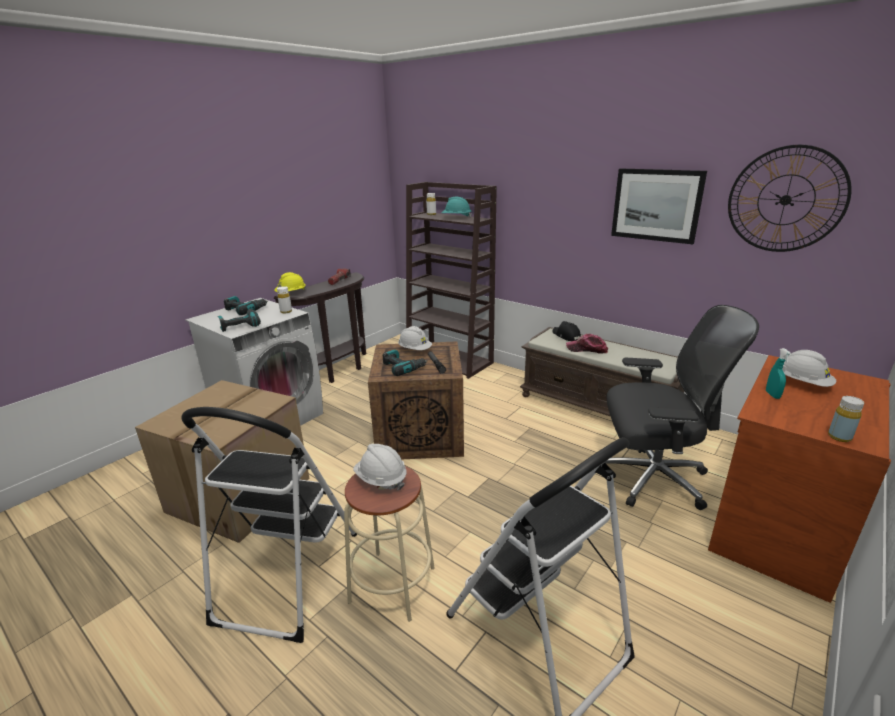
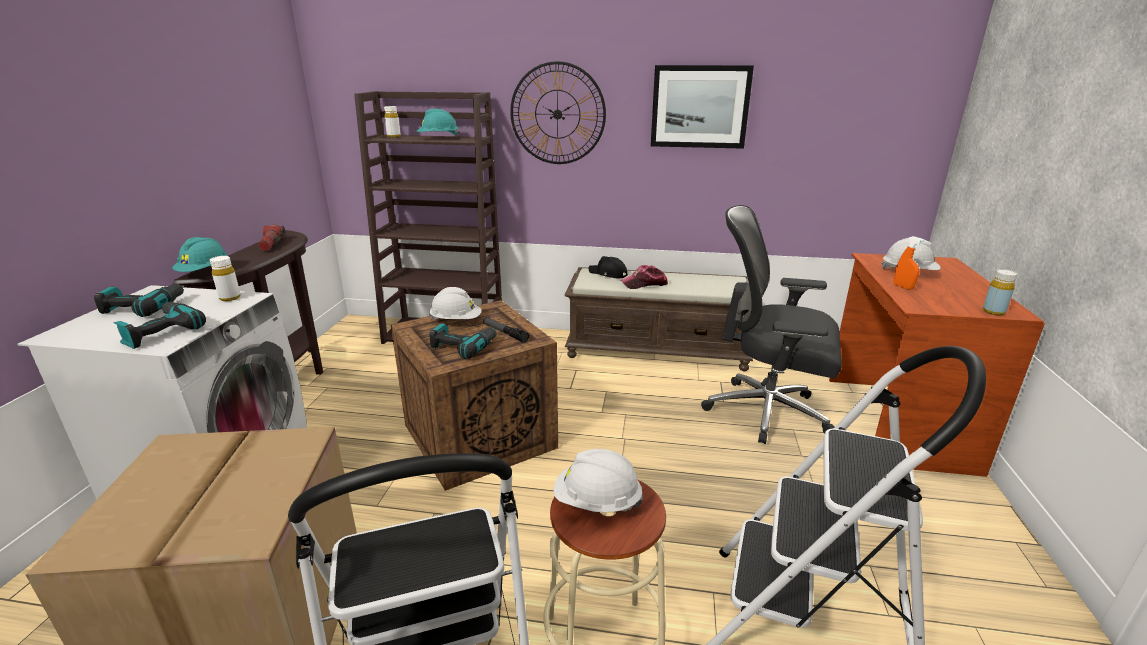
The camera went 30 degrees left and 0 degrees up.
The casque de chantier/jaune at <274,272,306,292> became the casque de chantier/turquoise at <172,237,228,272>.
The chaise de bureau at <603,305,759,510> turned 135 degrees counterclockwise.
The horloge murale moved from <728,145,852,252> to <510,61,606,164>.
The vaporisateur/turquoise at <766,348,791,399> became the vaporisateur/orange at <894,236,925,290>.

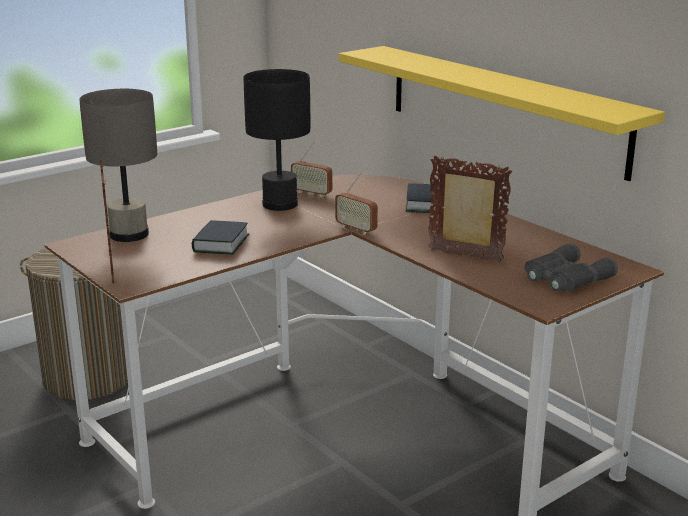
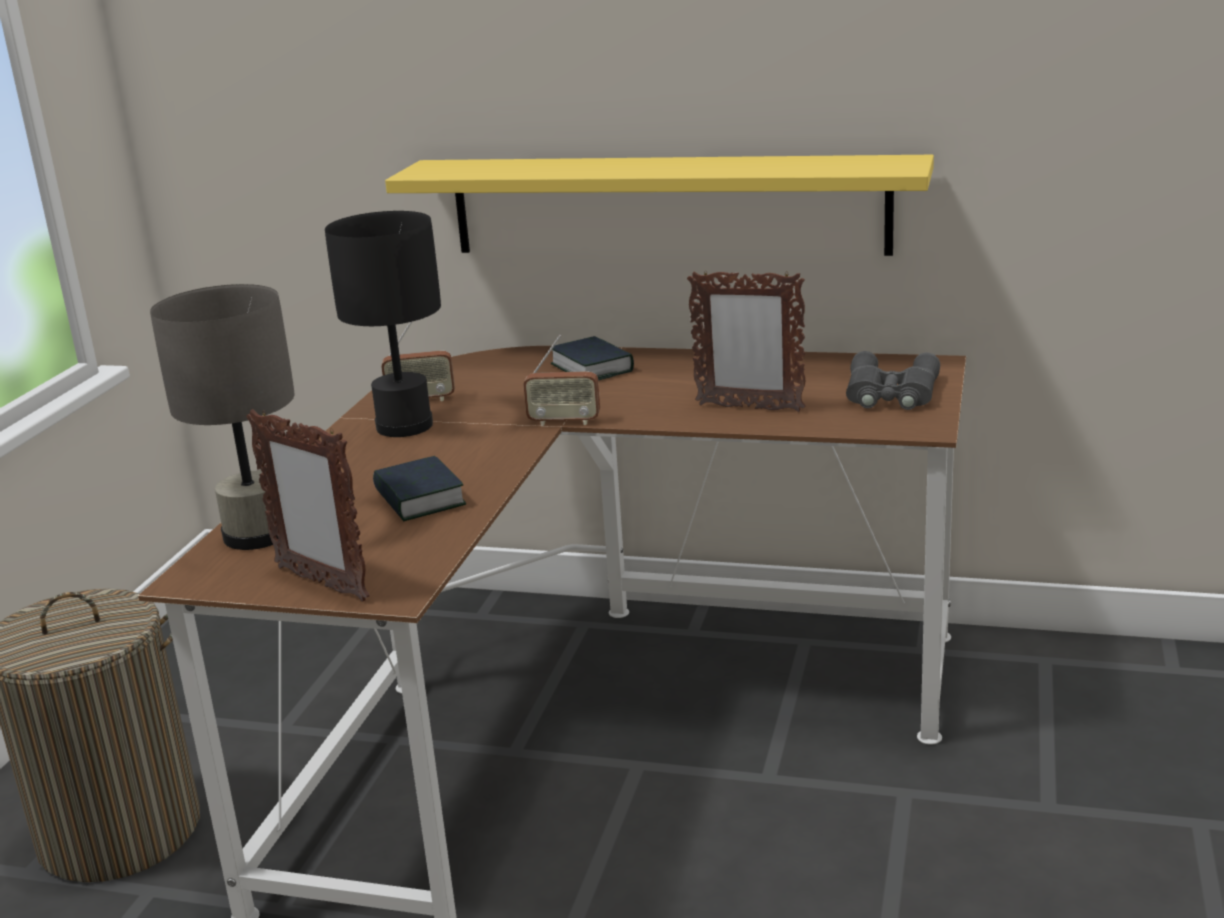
The camera went 35 degrees left and 0 degrees up.
The cadre photo at <428,155,512,262> turned 150 degrees counterclockwise.

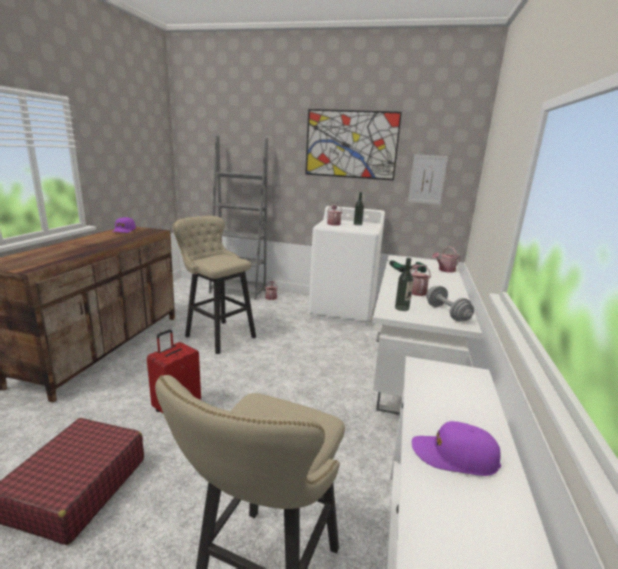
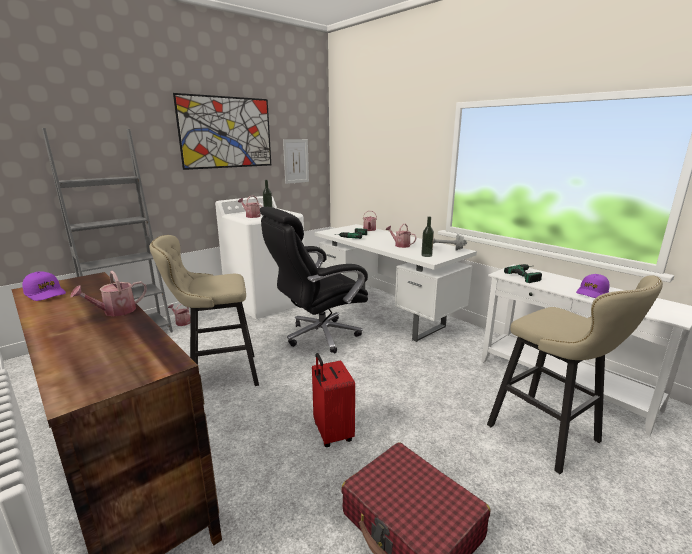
The camera went 55 degrees left and 0 degrees up.
The arrosoir at <70,271,147,317> appeared.
The chaise de bureau/noir at <260,207,368,353> appeared.
The perceuse at <504,264,542,283> appeared.

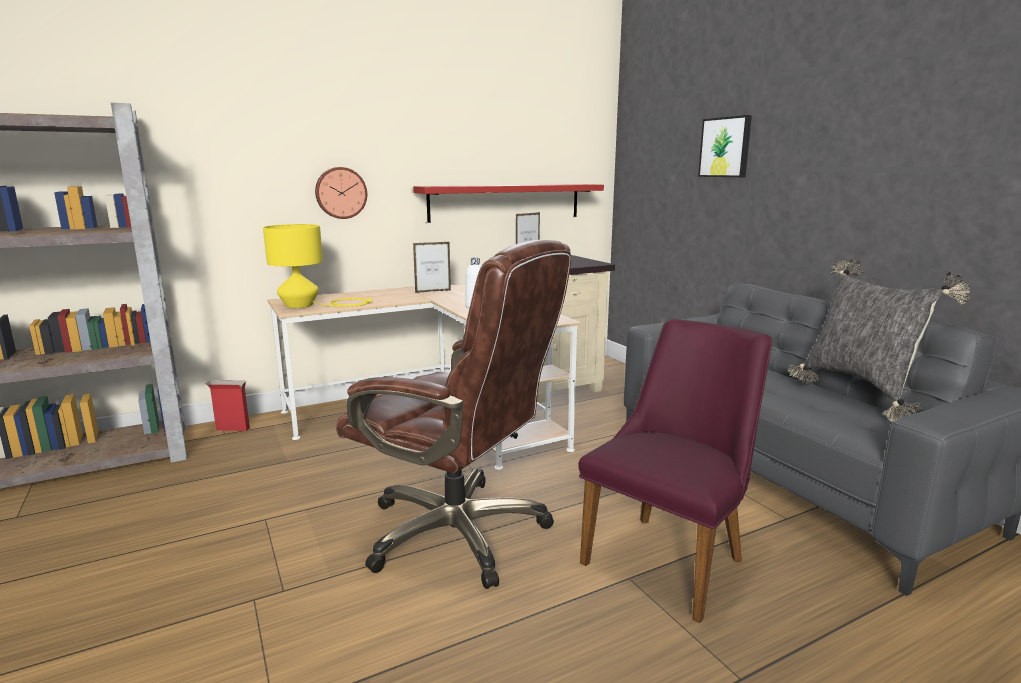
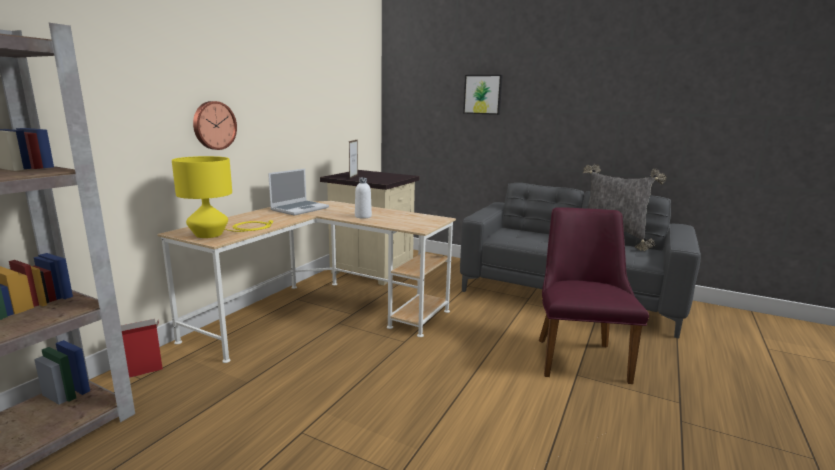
The camera went 35 degrees left and 0 degrees up.
The chaise de bureau/marron at <336,240,571,589> disappeared.
The étagère/rouge at <413,184,604,223> disappeared.
The cadre photo at <413,242,451,293> was replaced by the ordinateur portable at <268,169,329,216>.

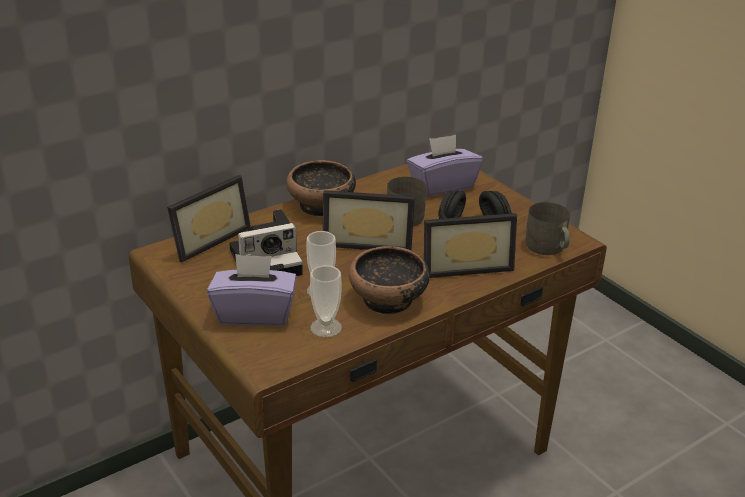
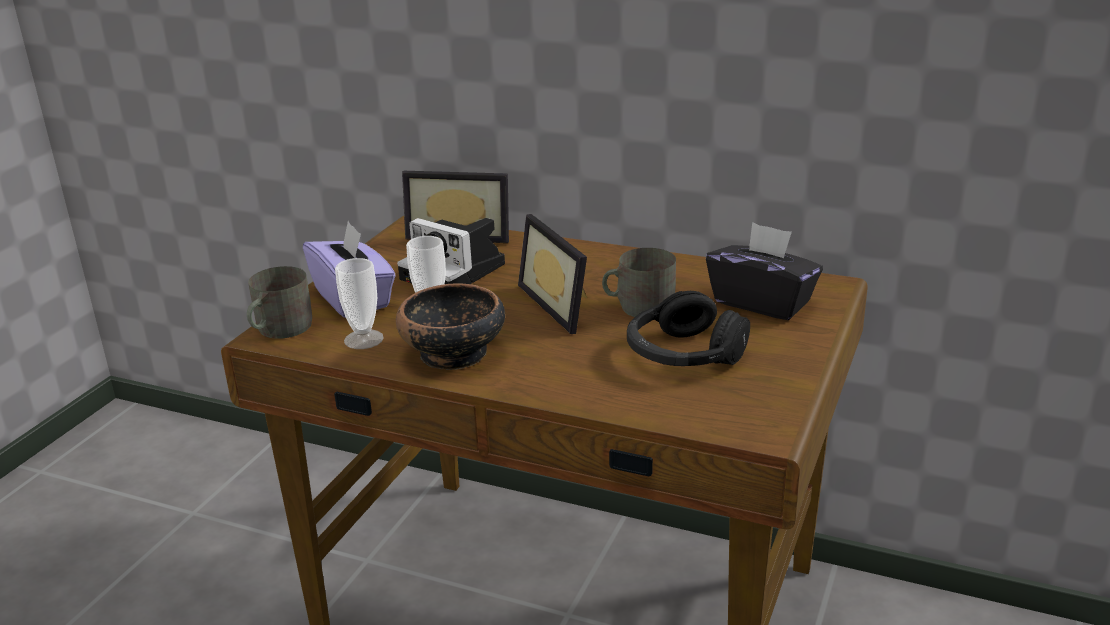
The camera went 60 degrees right and 5 degrees down.
The bol at <286,160,356,217> disappeared.
The boîte à mouchoirs/violet at <407,135,483,197> became the boîte à mouchoirs/noir at <706,222,823,320>.
The cadre photo at <424,213,517,278> disappeared.
The mug/gris moved from <526,202,570,255> to <247,266,312,339>.

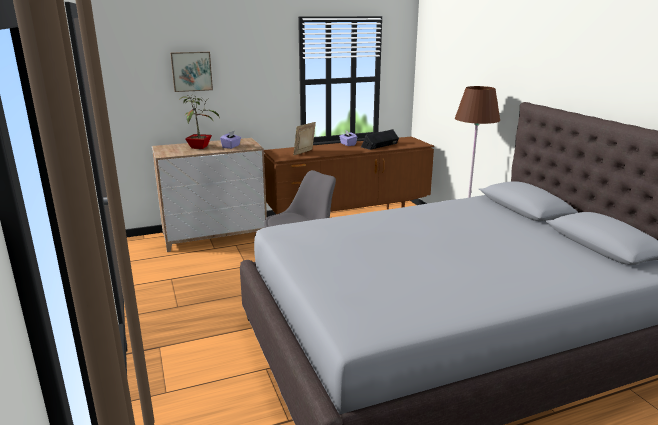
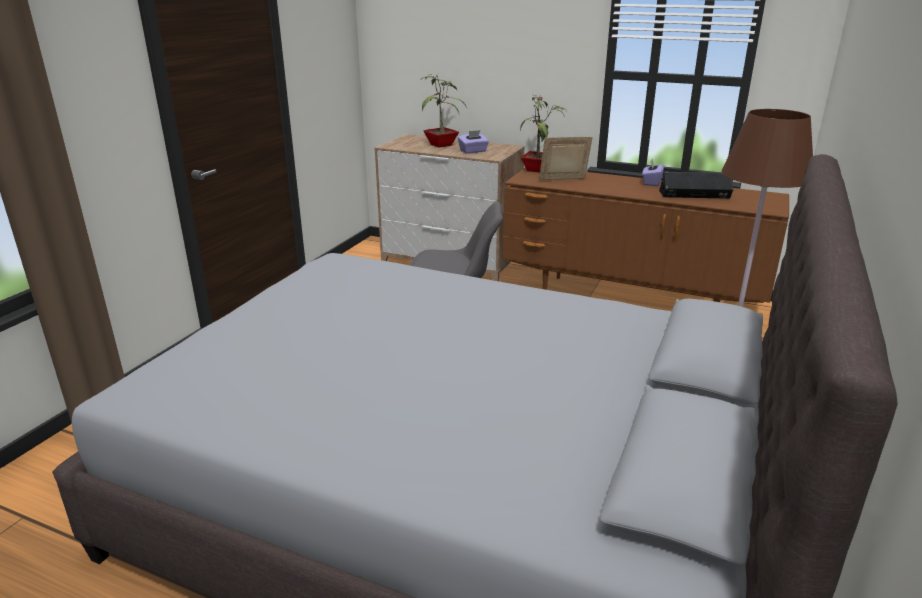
The camera went 45 degrees right and 5 degrees up.
The tableau at <170,52,213,92> disappeared.
The plante en pot at <520,95,566,172> appeared.

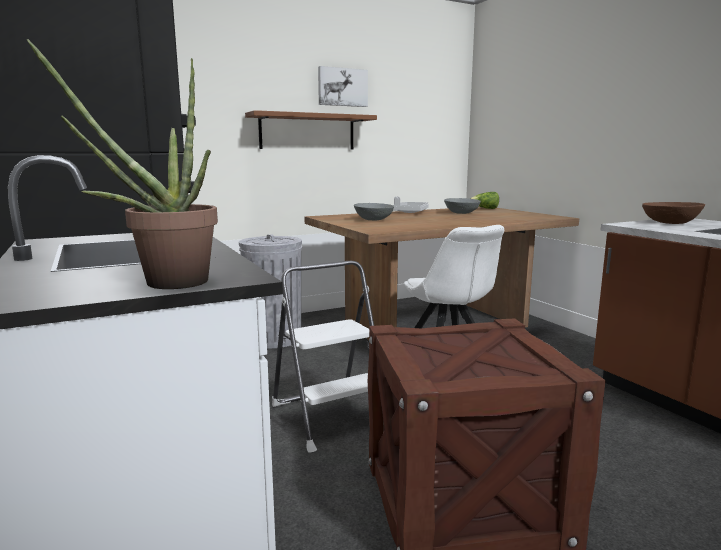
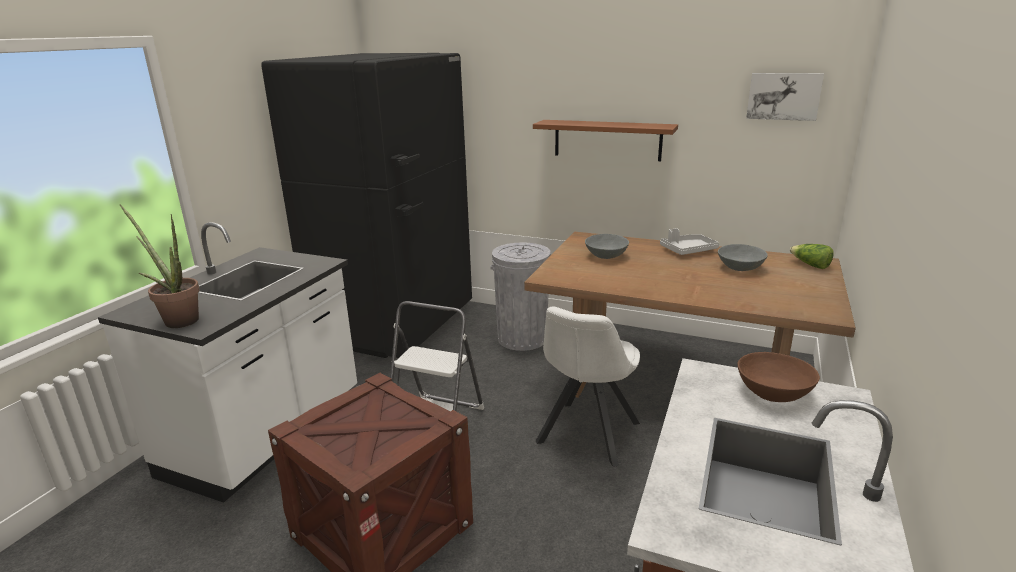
The camera went 50 degrees right and 10 degrees up.
The tableau moved from <318,66,368,107> to <746,73,824,121>.

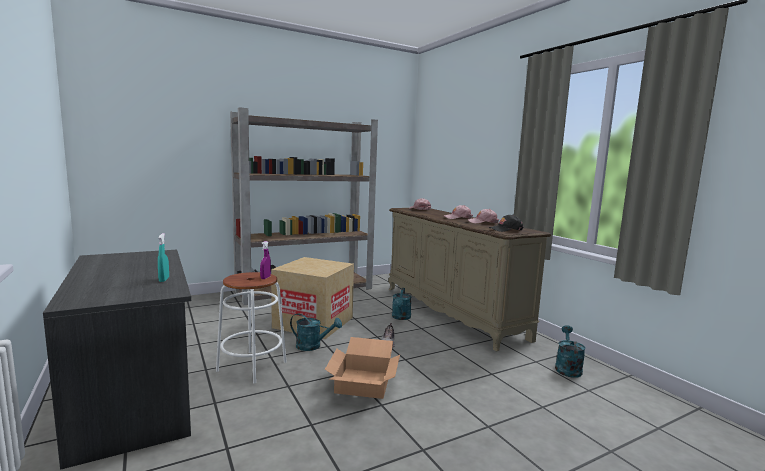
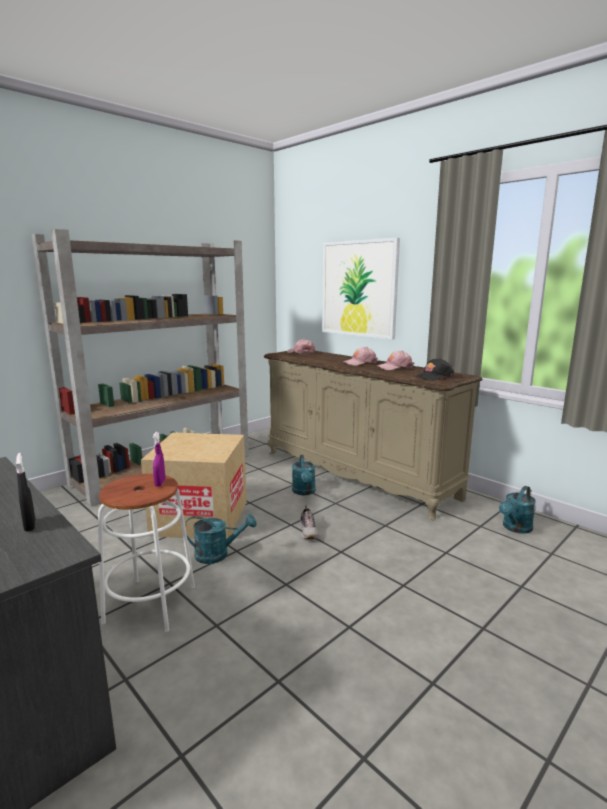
The camera went 15 degrees left and 5 degrees up.
The vaporisateur/turquoise at <158,233,169,282> became the vaporisateur/noir at <16,453,35,532>.
The carton at <325,337,400,399> disappeared.
The arrosoir/turquoise at <555,325,586,378> turned 135 degrees counterclockwise.
The tableau at <322,238,400,339> appeared.

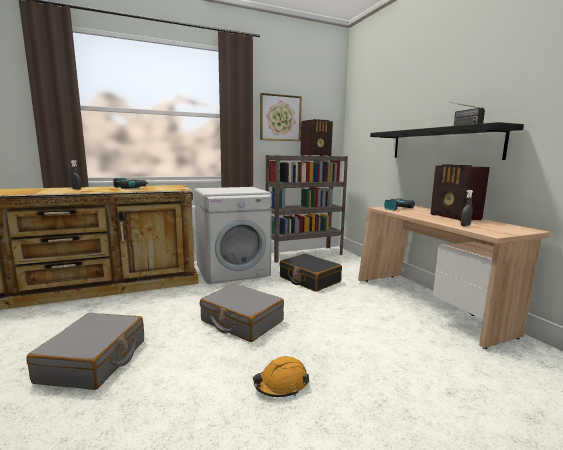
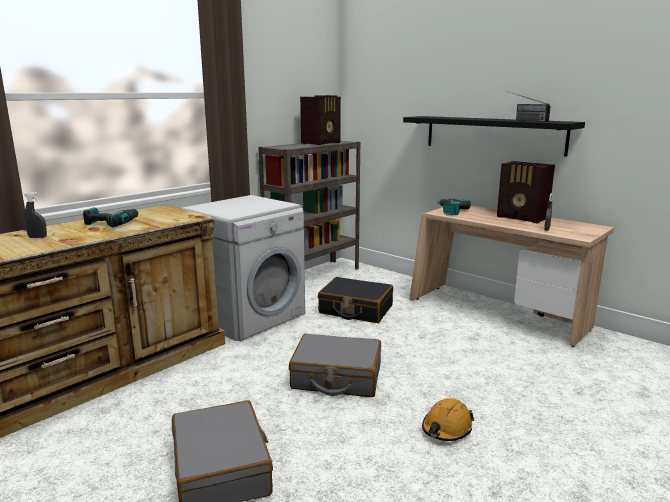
The camera went 25 degrees left and 5 degrees up.
The tableau at <260,93,302,141> disappeared.

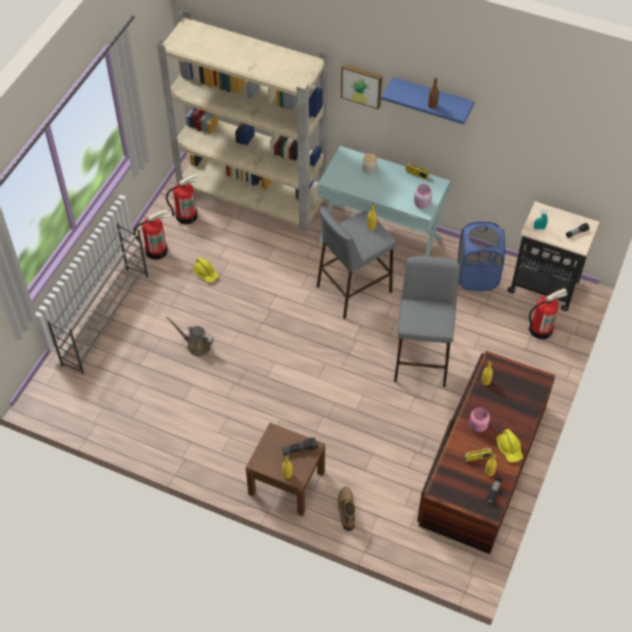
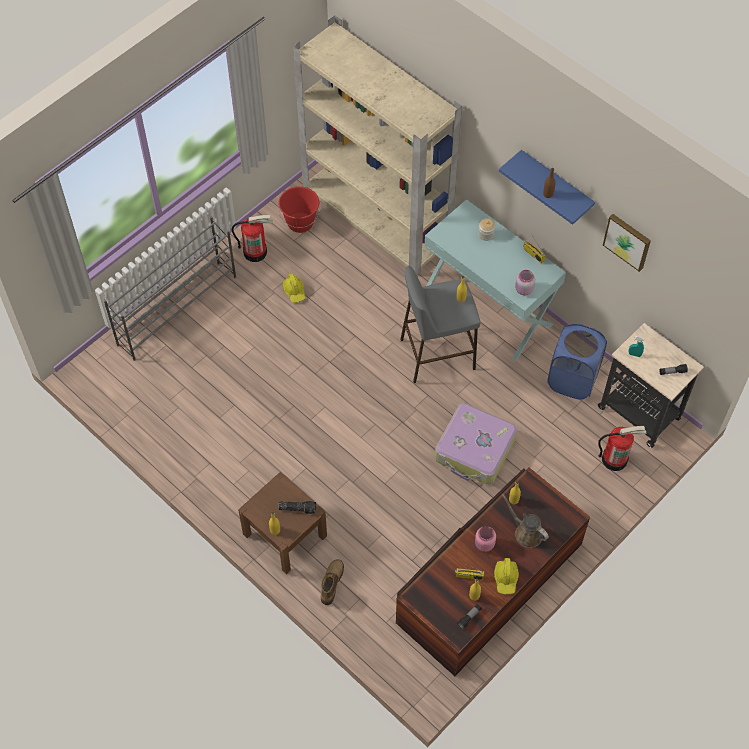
The camera went 20 degrees right and 5 degrees up.
The extincteur at <166,173,201,224> was replaced by the seau/rouge at <278,186,321,233>.
The arrosoir/marron moved from <167,317,214,356> to <501,493,549,548>.
The tableau moved from <341,64,382,109> to <603,214,651,272>.
The tabouret/gris at <394,256,459,387> was replaced by the valise at <435,403,517,485>.

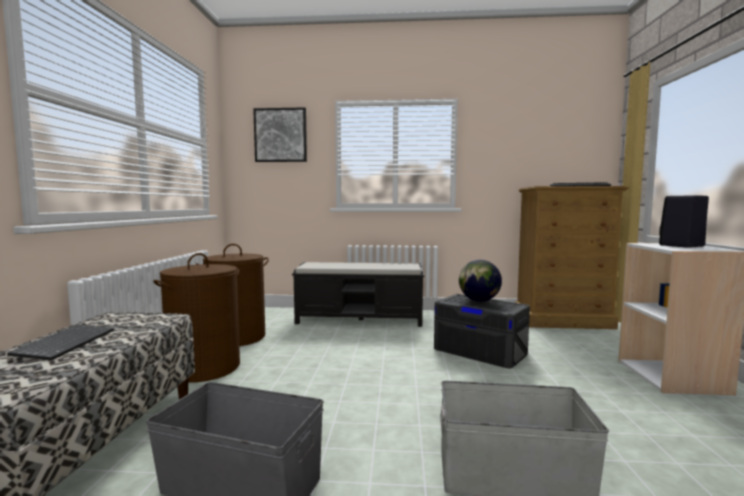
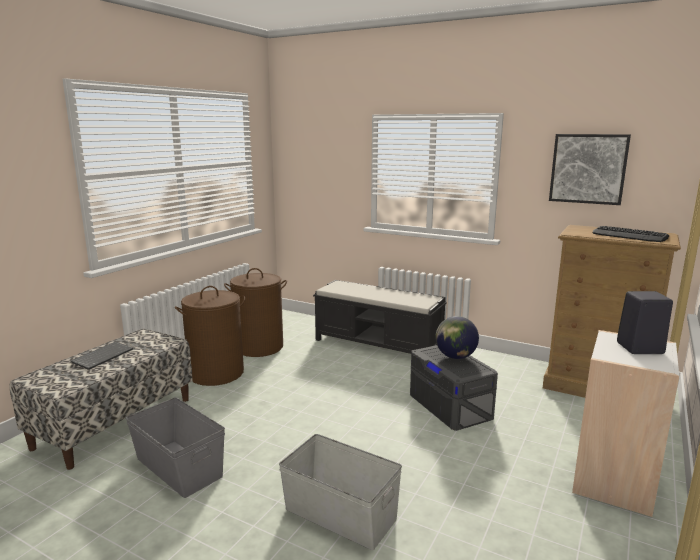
The camera went 25 degrees right and 10 degrees up.
The tableau moved from <253,107,307,162> to <549,134,631,205>.

